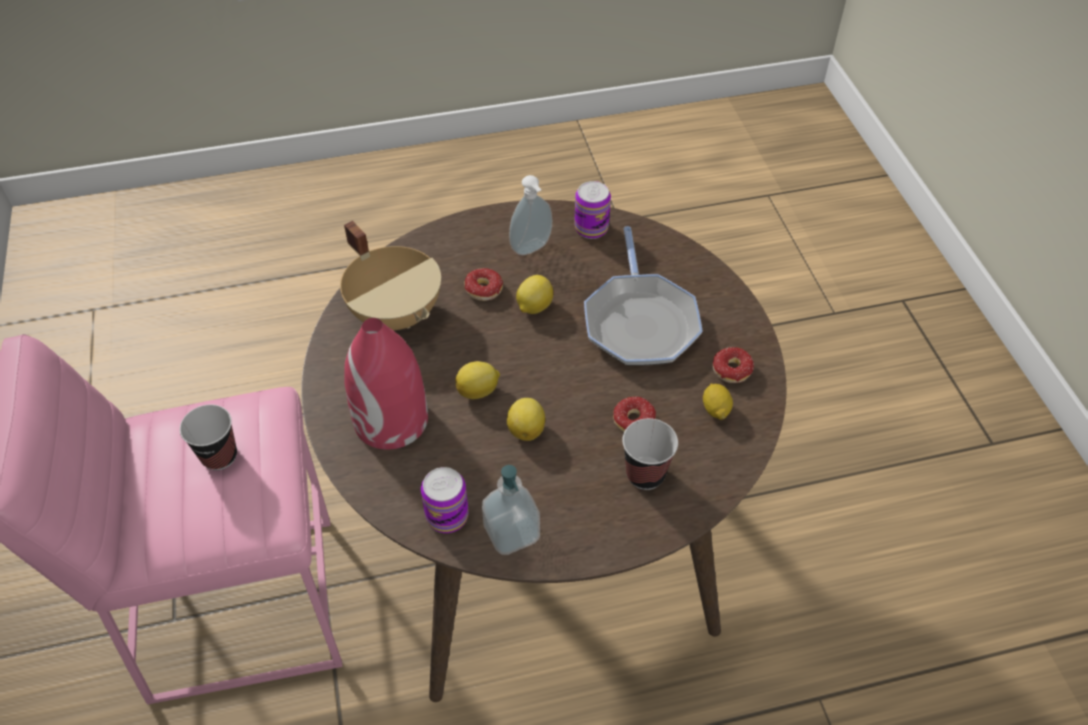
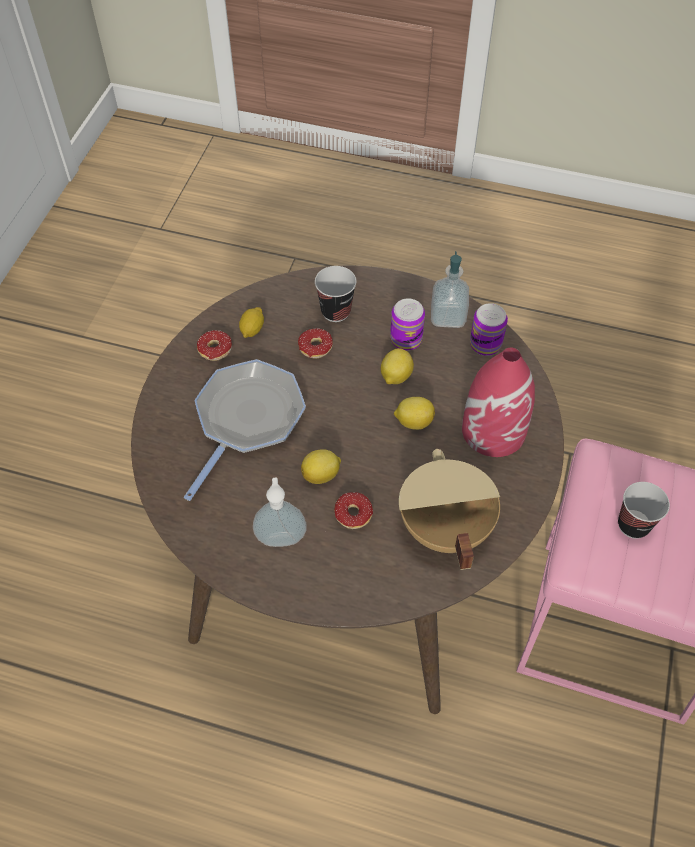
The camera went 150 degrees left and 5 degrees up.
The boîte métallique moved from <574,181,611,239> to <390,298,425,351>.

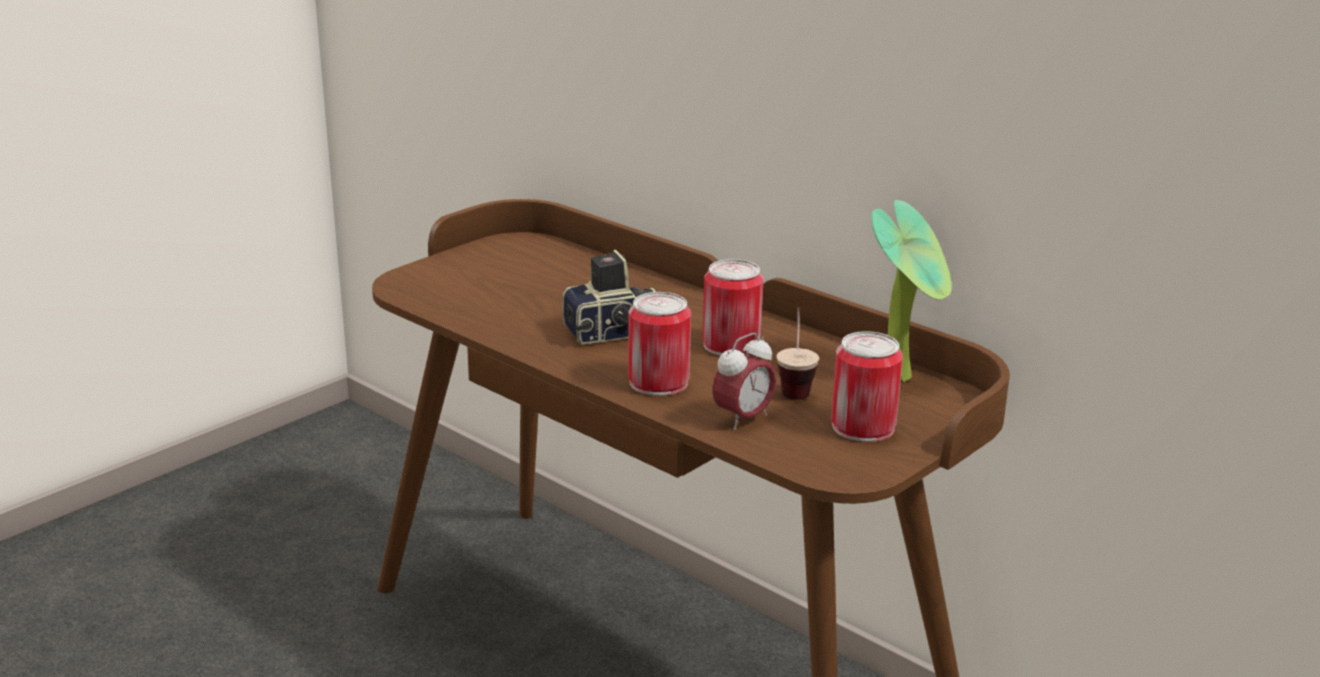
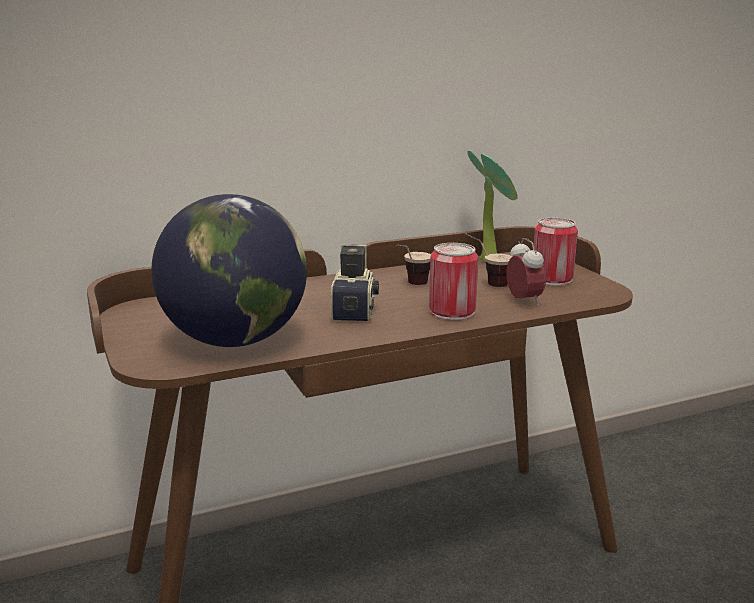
The camera went 65 degrees left and 5 degrees down.
The boîte métallique at <702,259,764,356> was replaced by the tasse at <396,245,431,285>.
The globe at <151,194,307,347> appeared.

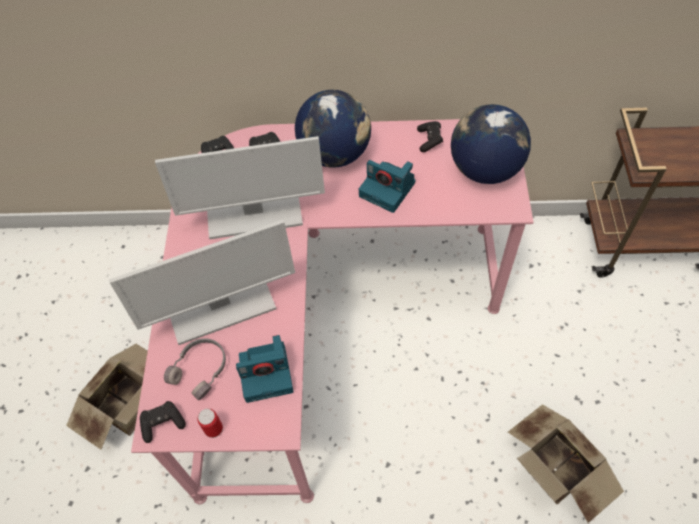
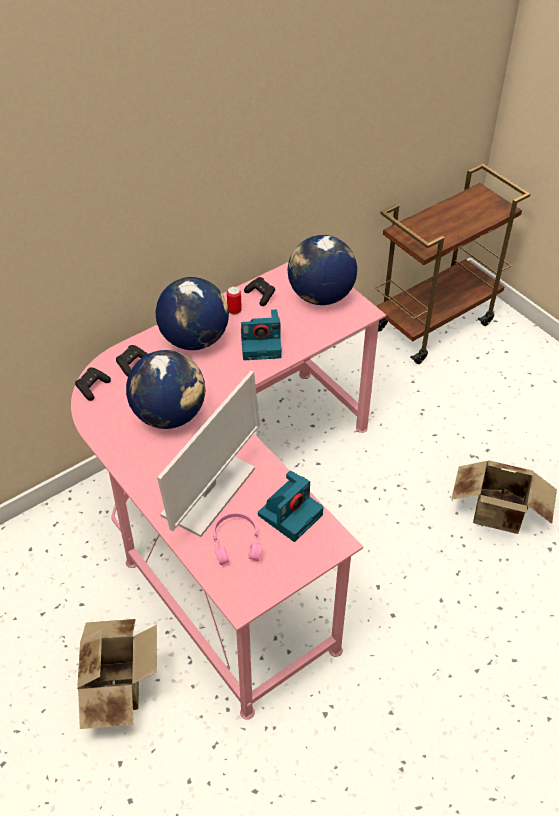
The camera went 40 degrees left and 10 degrees down.
The manette/noir at <140,401,186,443> disappeared.
The écran d'ordinateur at <155,136,325,239> was replaced by the globe at <126,350,205,429>.
The casque audio/gris at <164,338,226,400> became the casque audio/rose at <213,513,262,565>.
The boîte métallique moved from <197,409,223,438> to <227,286,242,316>.

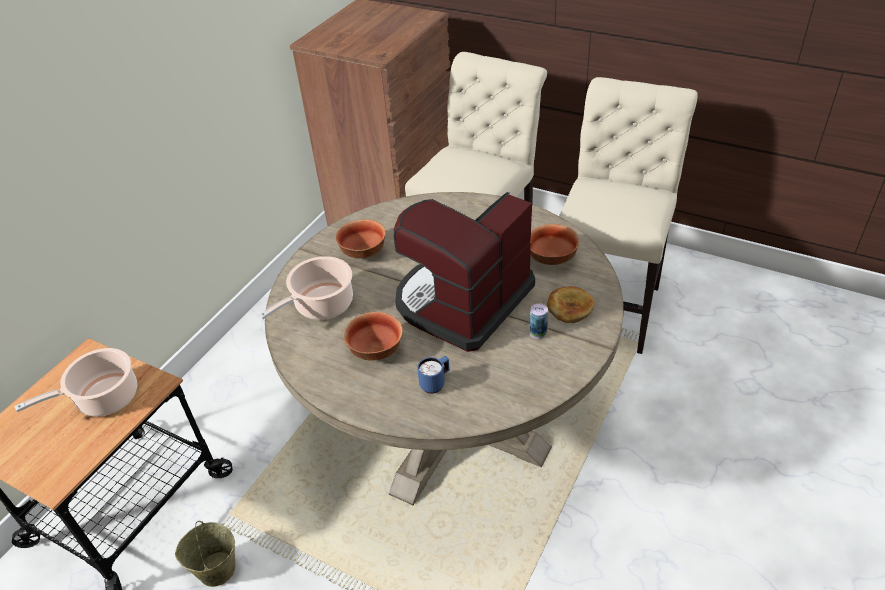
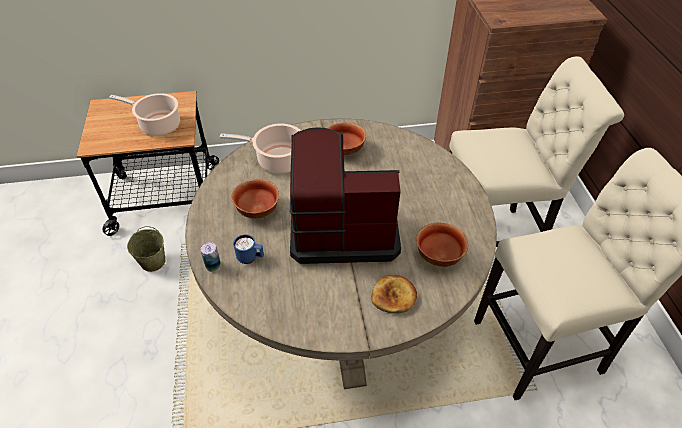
The camera went 50 degrees right and 5 degrees up.
The boîte métallique moved from <530,303,548,339> to <201,242,221,272>.

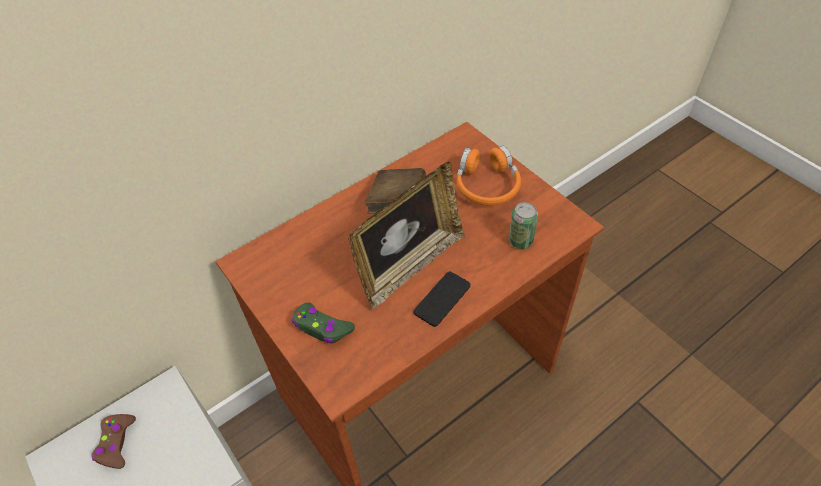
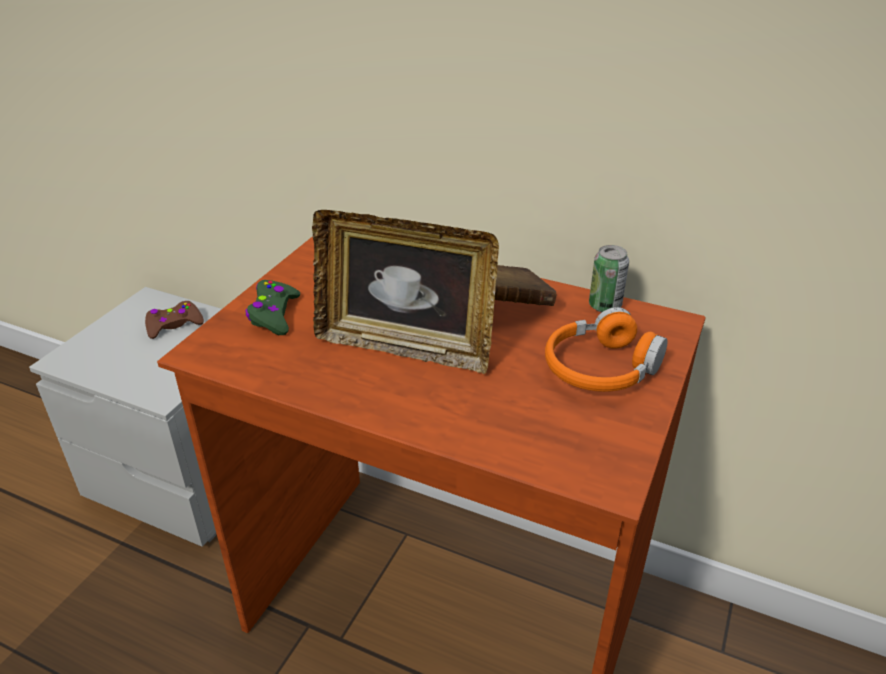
The camera went 60 degrees right and 15 degrees down.
The téléphone at <413,271,471,327> disappeared.
The boîte métallique moved from <509,202,538,249> to <589,245,629,312>.

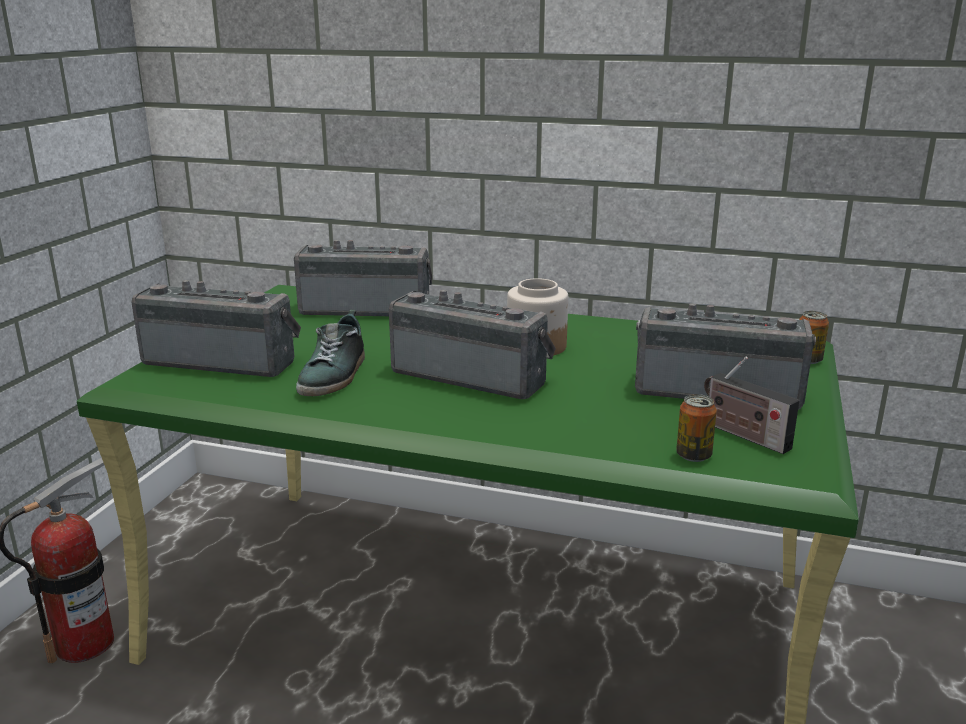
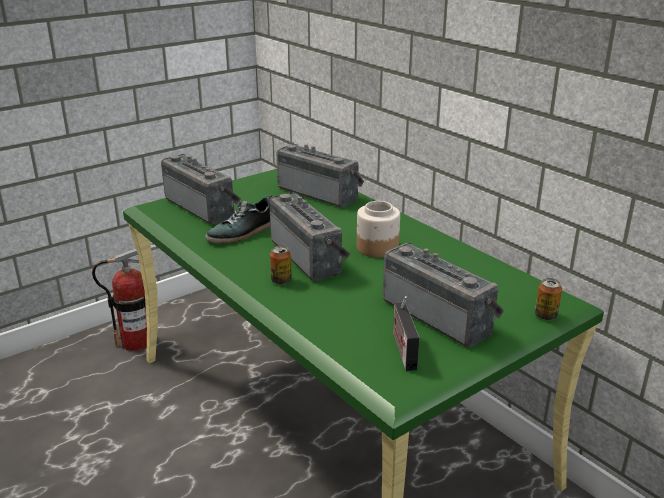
The camera went 35 degrees right and 5 degrees up.
The boîte métallique moved from <676,394,717,462> to <270,246,292,285>.

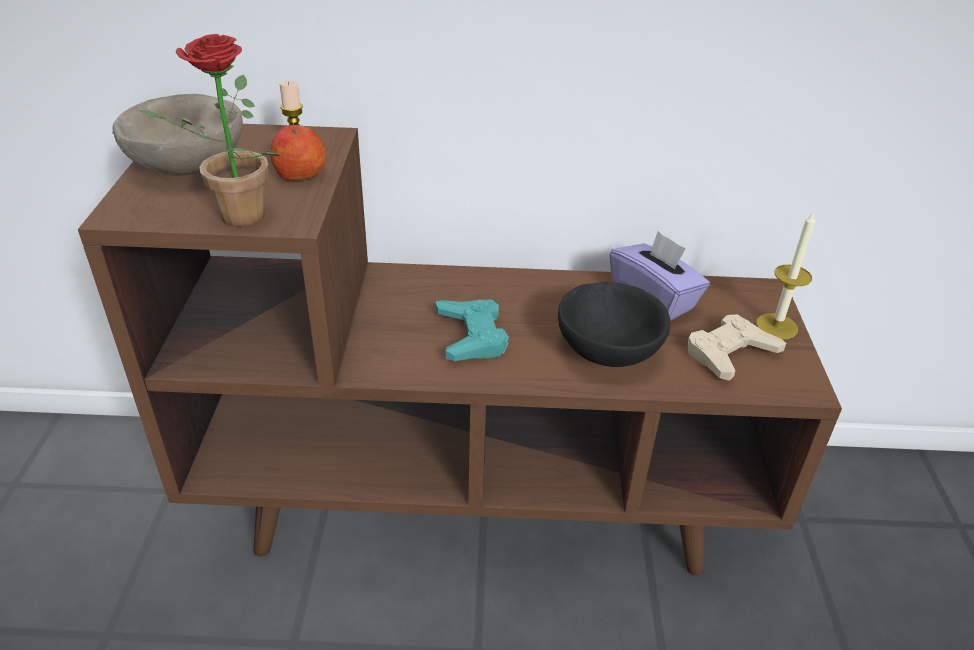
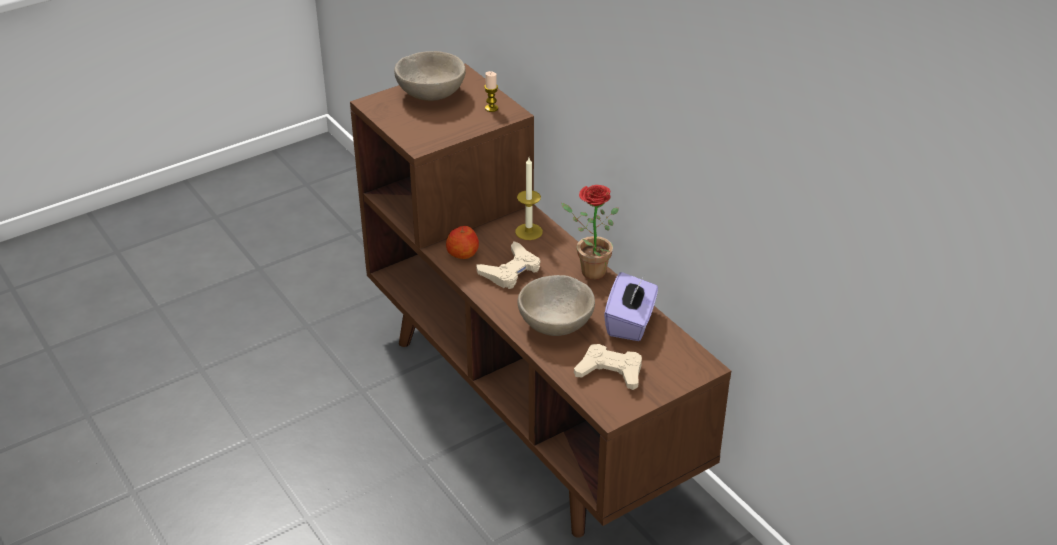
The camera went 55 degrees right and 0 degrees up.
The plante en pot moved from <138,34,280,227> to <561,185,619,280>.
The pomme moved from <270,122,326,181> to <446,226,479,259>.
The manette/turquoise at <435,299,509,361> became the manette/beige at <476,241,540,289>.
The bol/noir at <558,282,670,367> became the bol/beige at <518,275,595,336>.
The bougie moved from <756,210,815,339> to <515,158,543,240>.

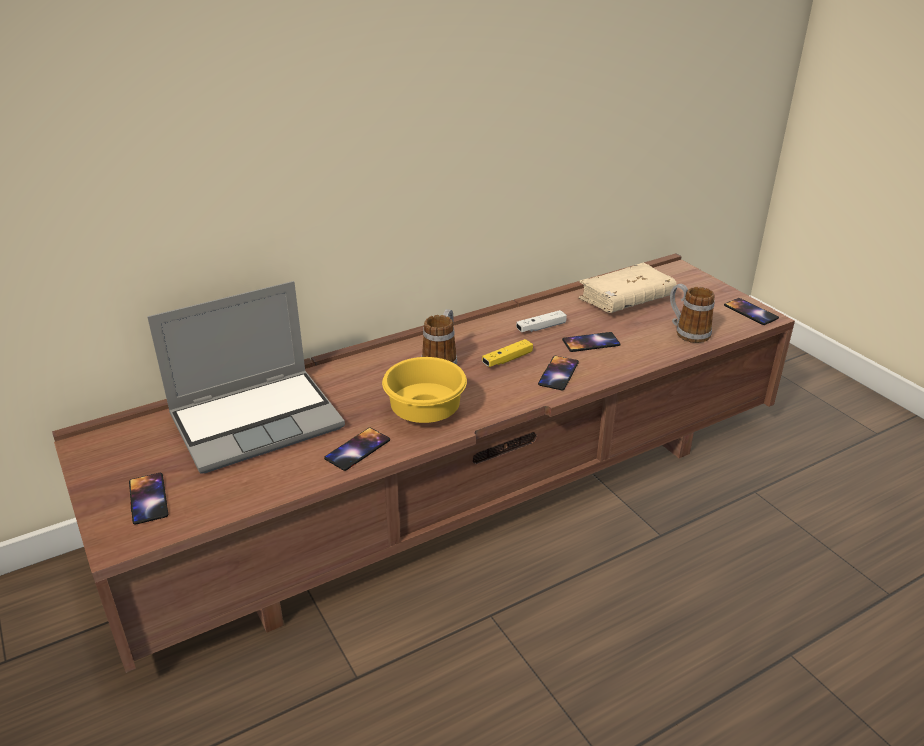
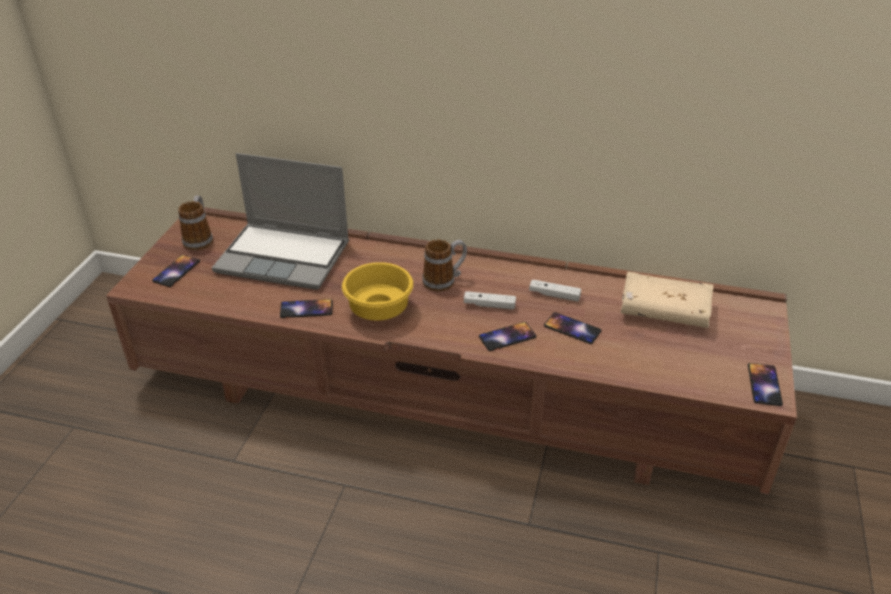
The camera went 45 degrees right and 5 degrees up.
The manette/jaune at <482,339,533,367> became the manette/blanc at <464,291,516,310>.
The mug moved from <670,284,715,343> to <178,196,213,250>.

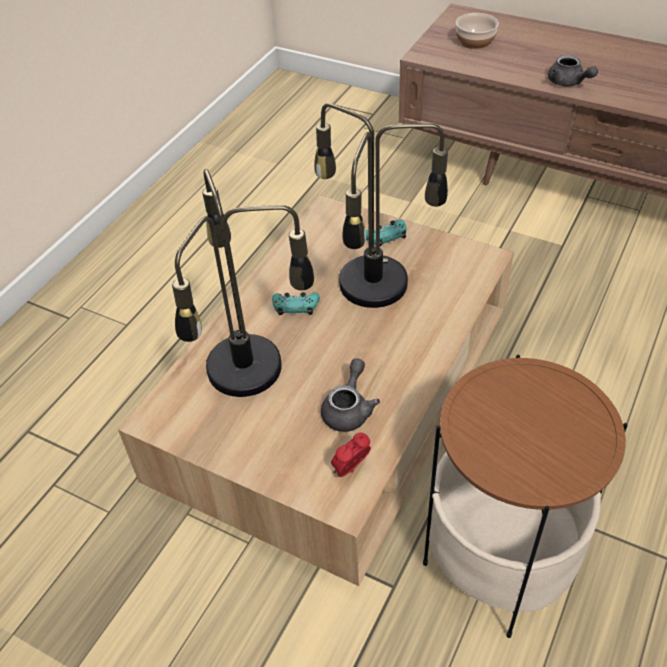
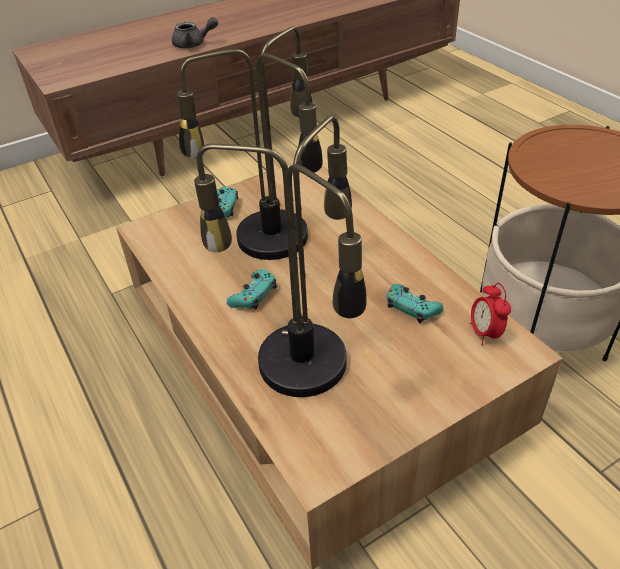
The camera went 60 degrees left and 5 degrees down.
The théière/gris at <321,358,380,432> was replaced by the manette/turquoise at <387,284,443,323>.
The bol at <456,13,499,49> disappeared.

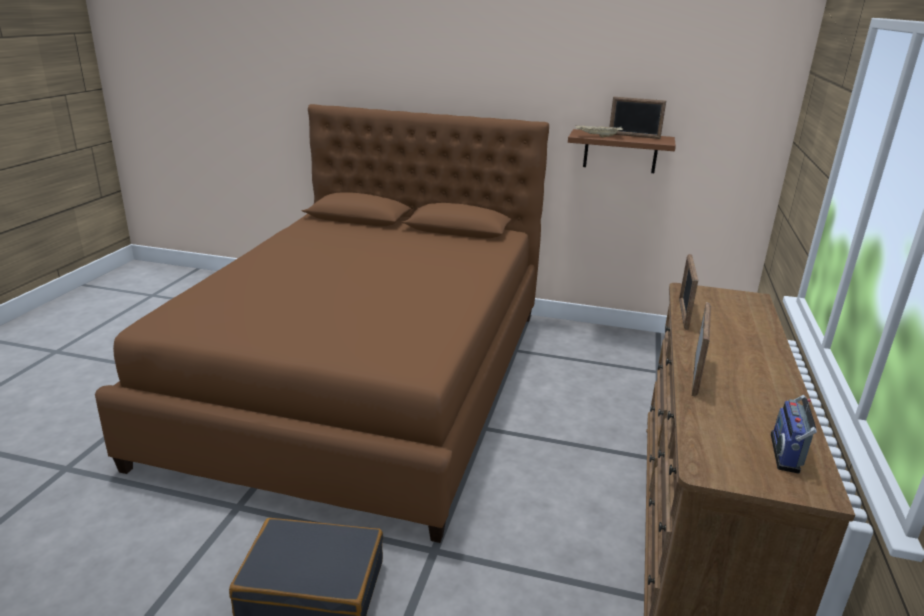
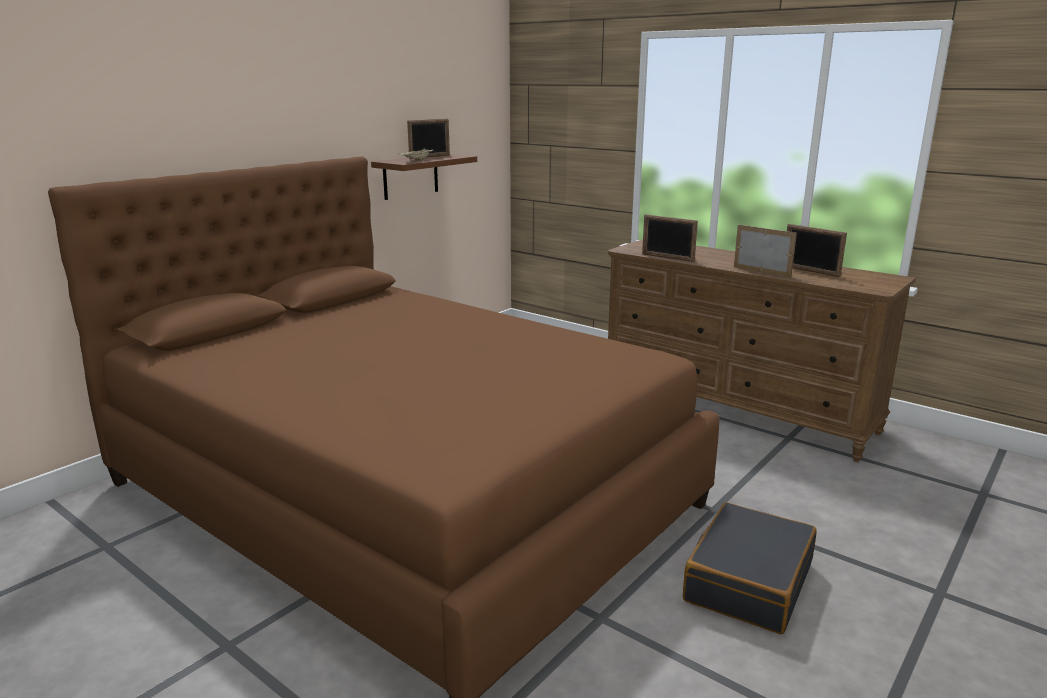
The camera went 65 degrees left and 5 degrees down.
The radio at <771,395,817,474> disappeared.
The cadre photo at <787,224,847,277> appeared.

